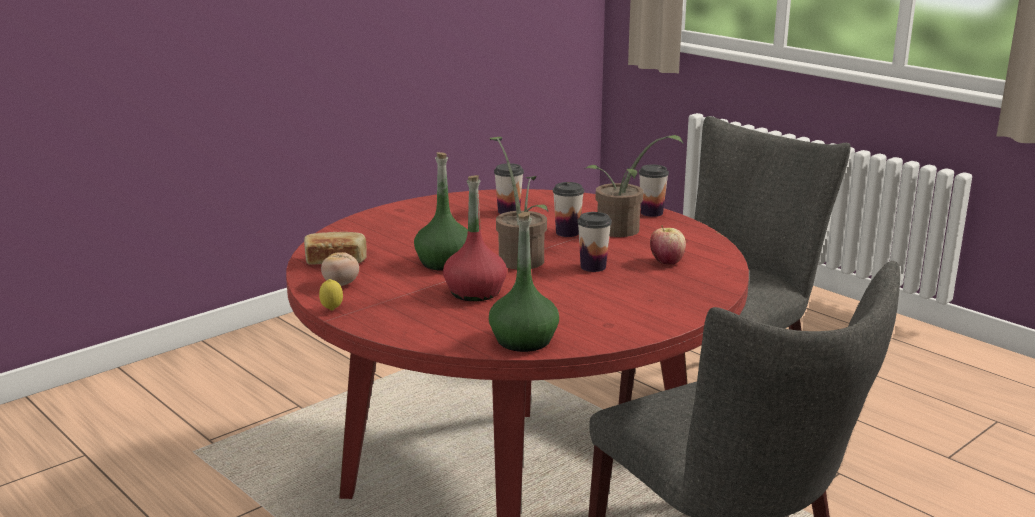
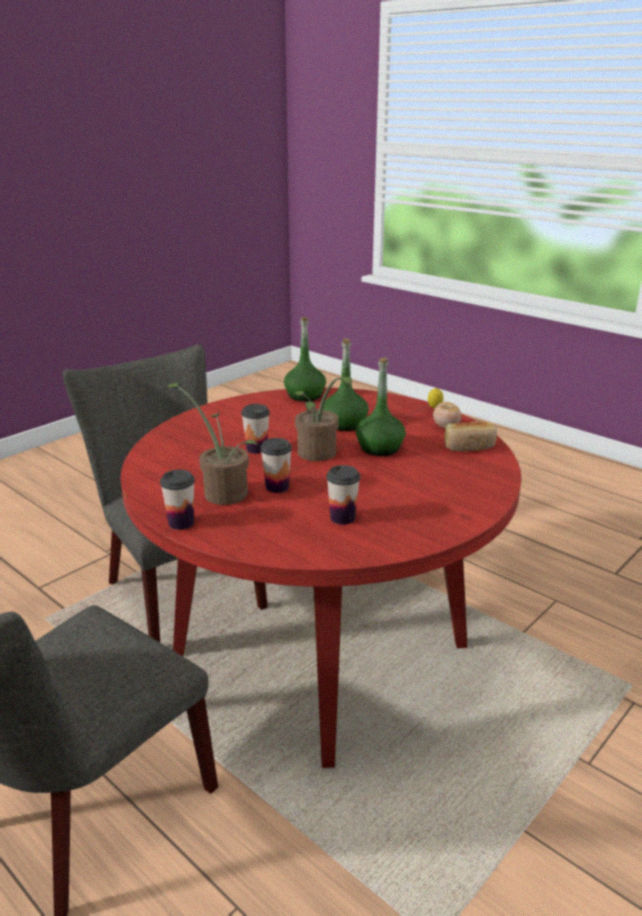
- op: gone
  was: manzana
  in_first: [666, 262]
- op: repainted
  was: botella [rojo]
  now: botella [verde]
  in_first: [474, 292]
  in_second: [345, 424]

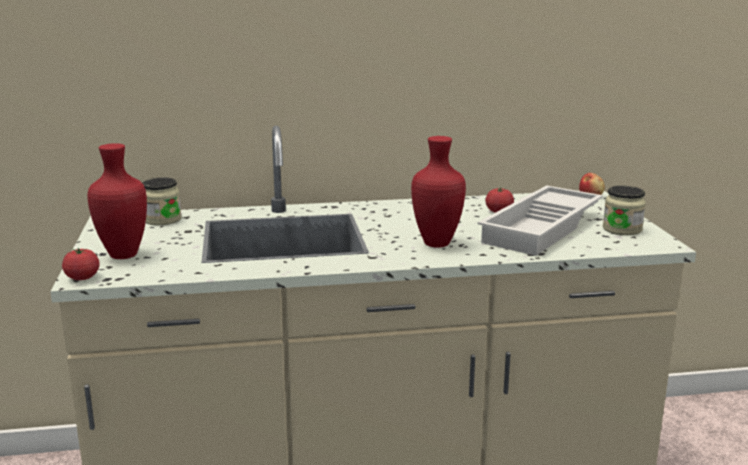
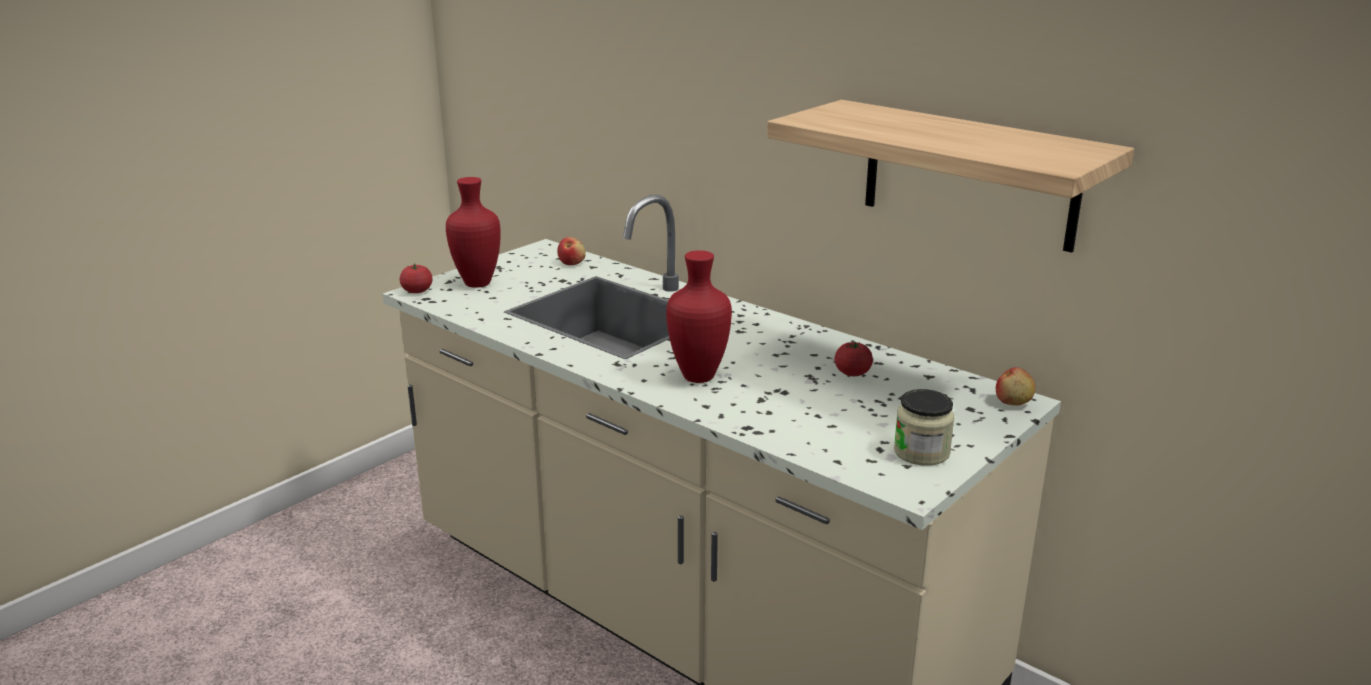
- op: gone
  was: bandeja [blanco]
  in_first: [543, 229]
- op: new
  now: estante
  in_second: [969, 175]
- op: swapped
  was: tarro
  now: manzana
  in_first: [162, 220]
  in_second: [572, 263]

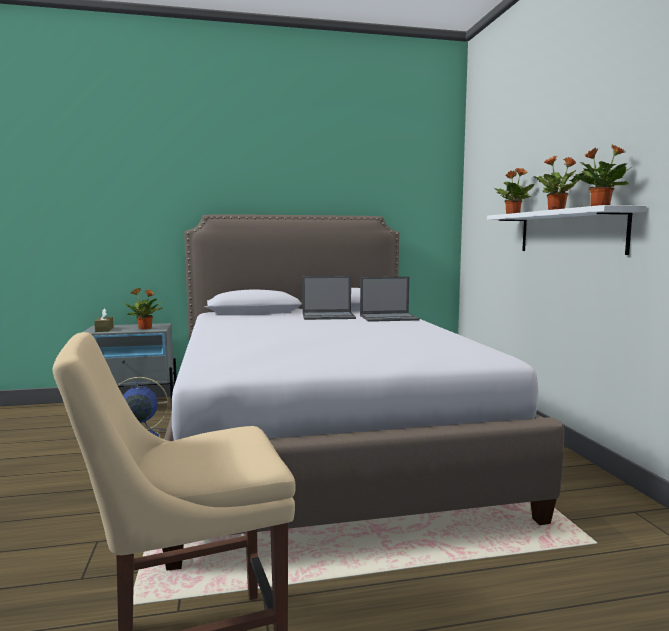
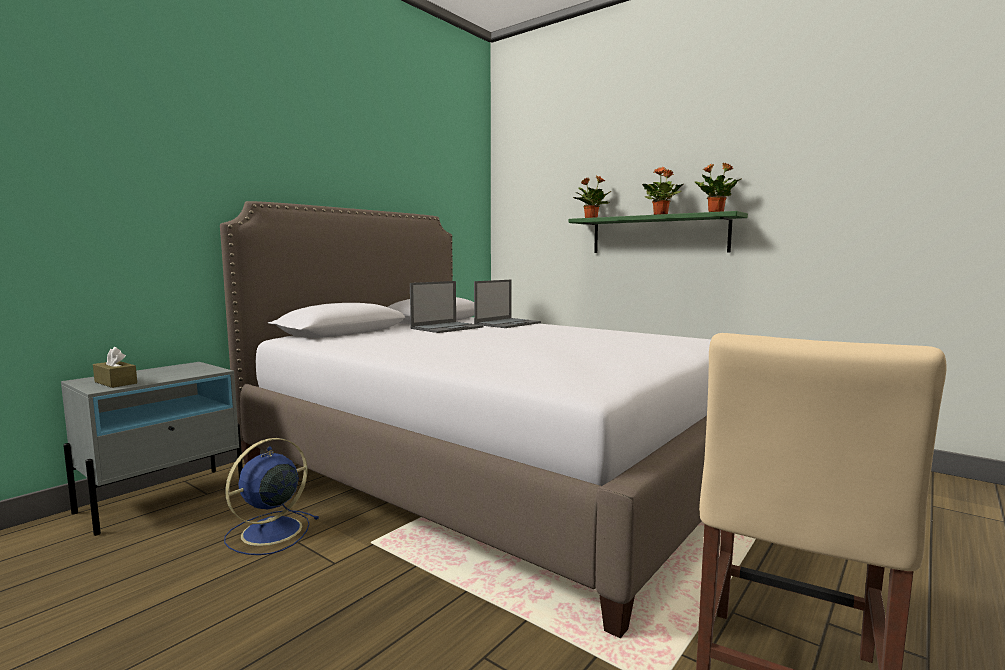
- op: gone
  was: planta en maceta
  in_first: [145, 328]
- op: repainted
  was: estante [blanco]
  now: estante [verde]
  in_first: [569, 232]
  in_second: [658, 235]

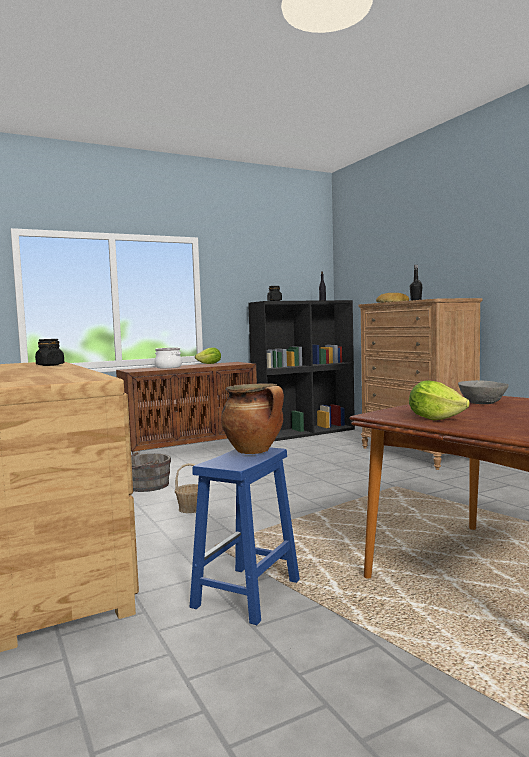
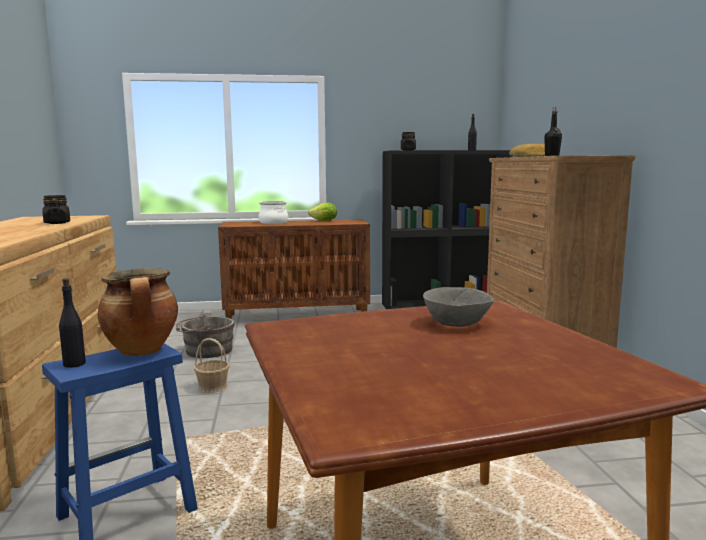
- op: gone
  was: lechuga
  in_first: [435, 418]
- op: new
  now: botella [negro]
  in_second: [74, 364]

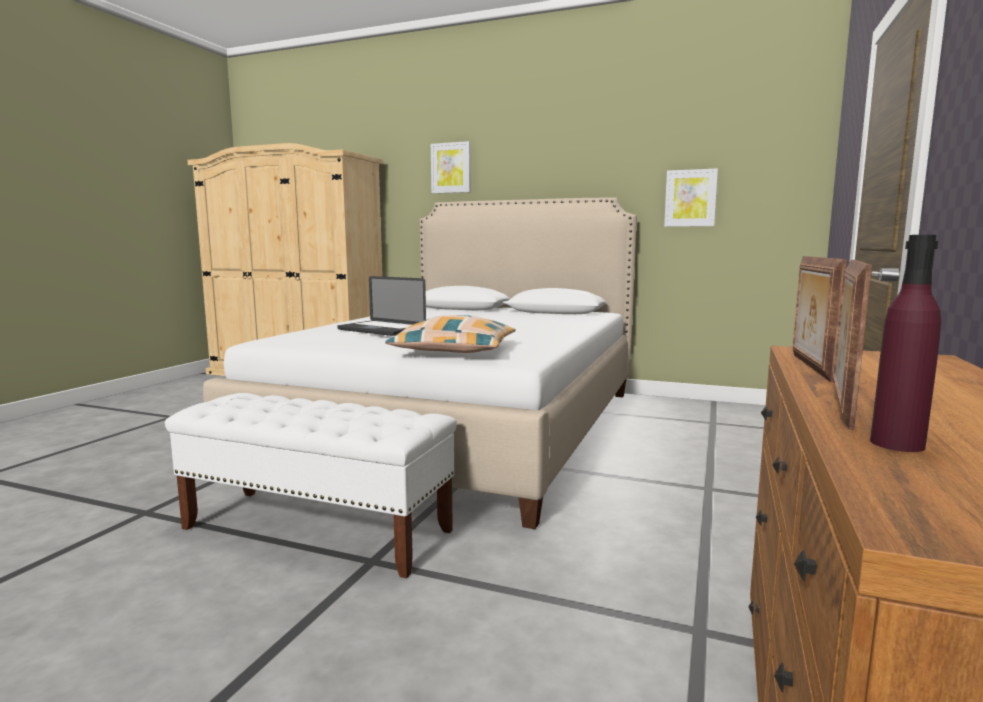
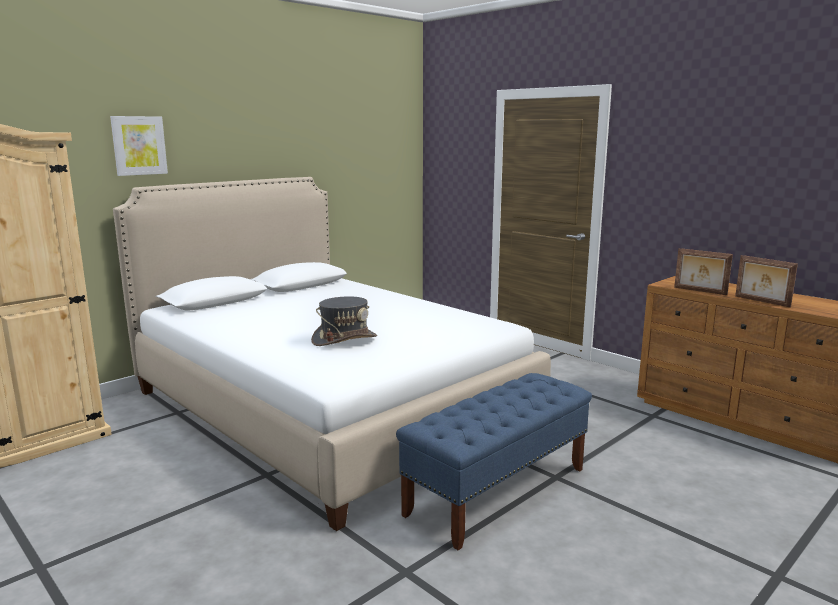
- op: gone
  was: cojín
  in_first: [455, 351]
- op: gone
  was: cuadro
  in_first: [690, 198]
- op: gone
  was: botella [morado]
  in_first: [897, 444]
- op: swapped
  was: portátil
  now: sombrero [gris]
  in_first: [381, 330]
  in_second: [344, 339]
- op: repainted
  was: banco [blanco]
  now: banco [azul]
  in_first: [317, 529]
  in_second: [497, 490]

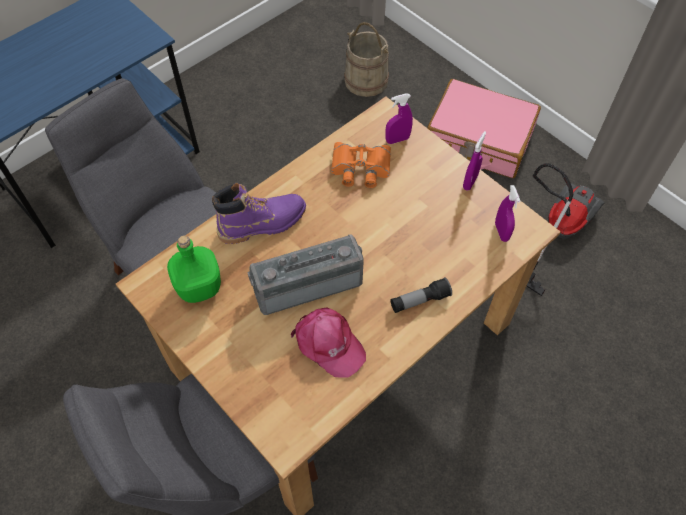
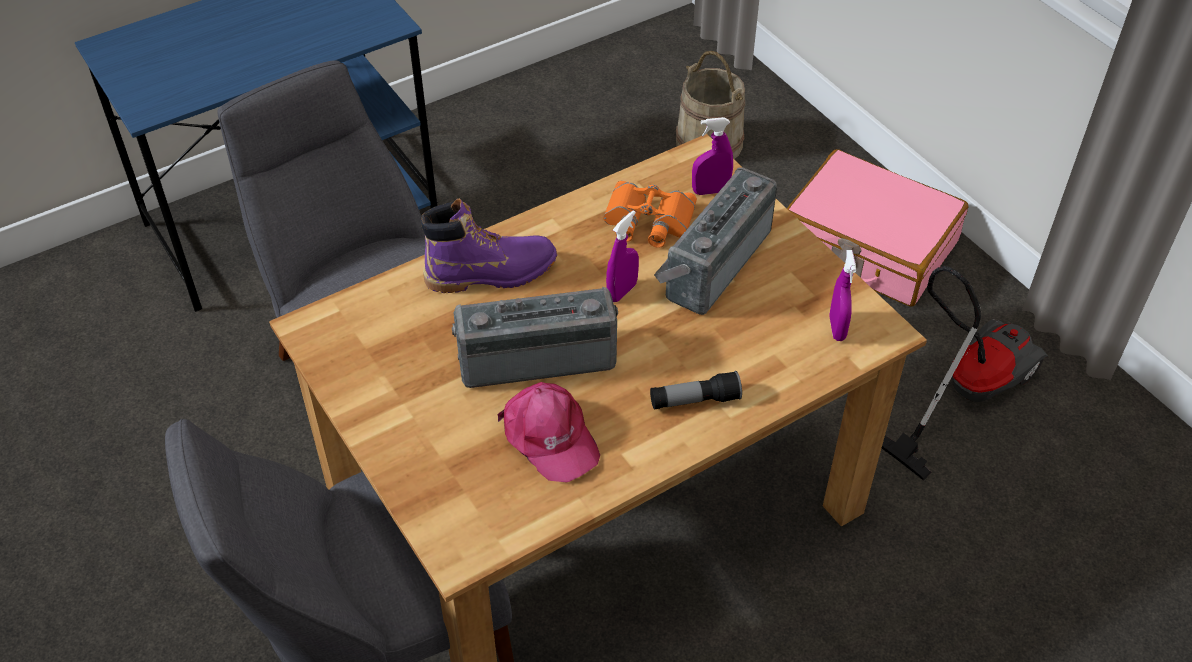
- op: gone
  was: botella [verde]
  in_first: [200, 287]
- op: new
  now: radio
  in_second: [712, 262]
- op: shifted
  was: pulverizador [morado]
  in_first: [470, 182]
  in_second: [622, 291]

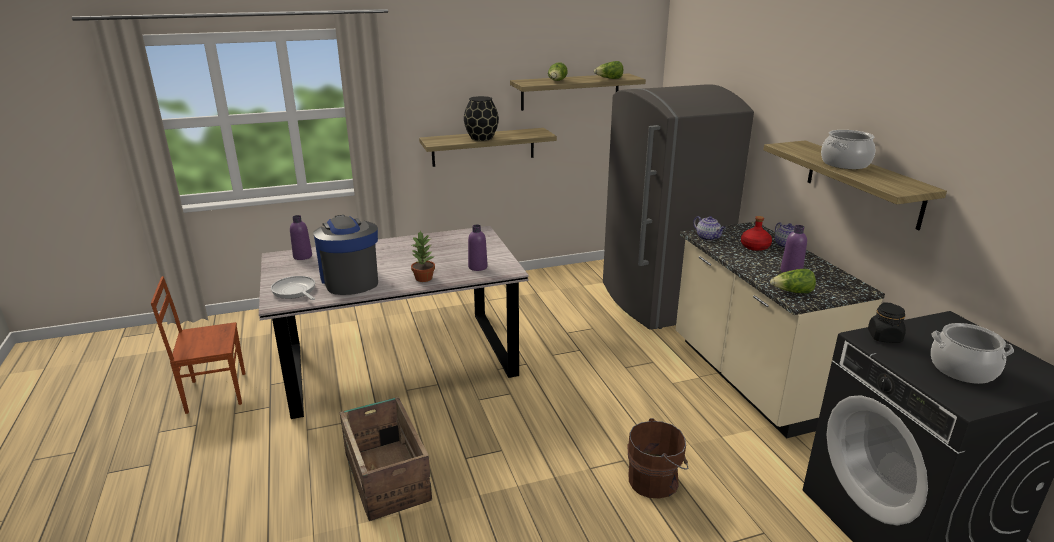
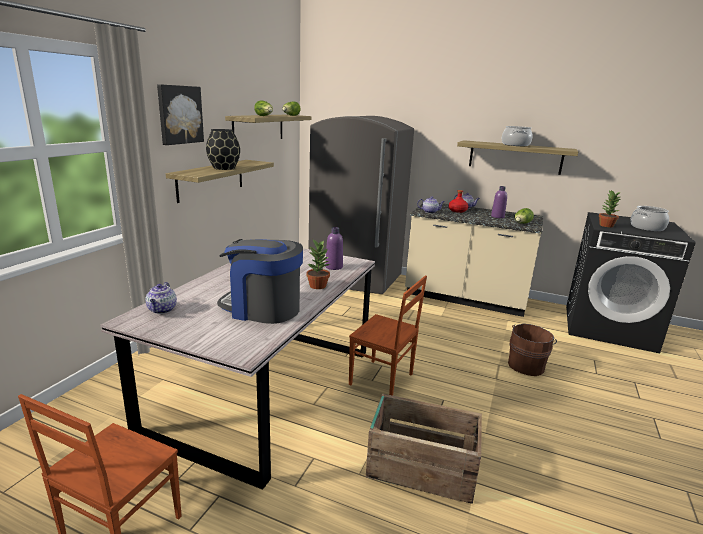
- op: gone
  was: sartén
  in_first: [295, 291]
- op: new
  now: cuadro
  in_second: [179, 114]
- op: new
  now: silla [marrón]
  in_second: [382, 380]
- op: swapped
  was: botella [morado]
  now: tetera
  in_first: [302, 256]
  in_second: [162, 310]
- op: swapped
  was: tarro [negro]
  now: planta en maceta
  in_first: [884, 337]
  in_second: [605, 225]

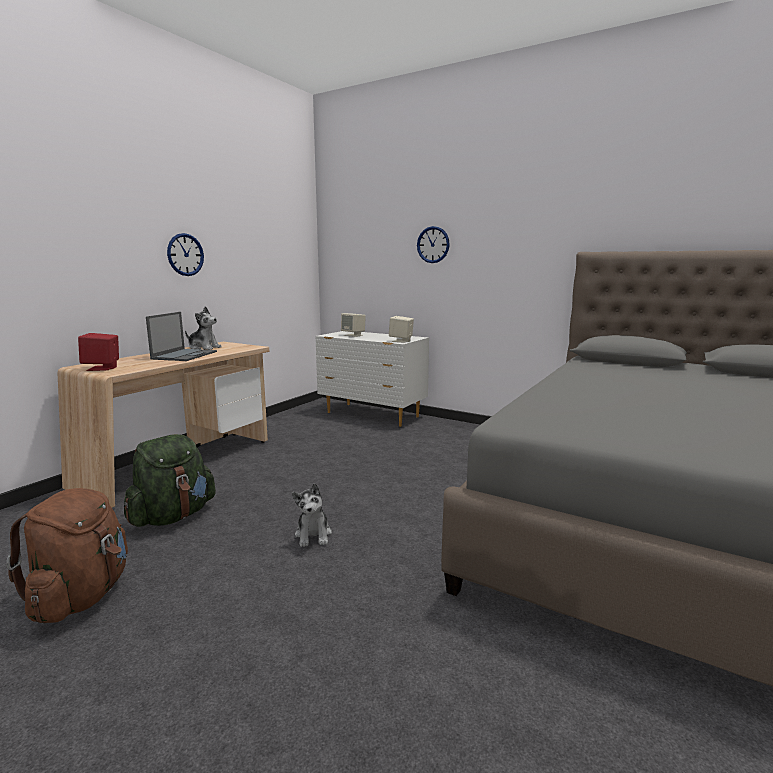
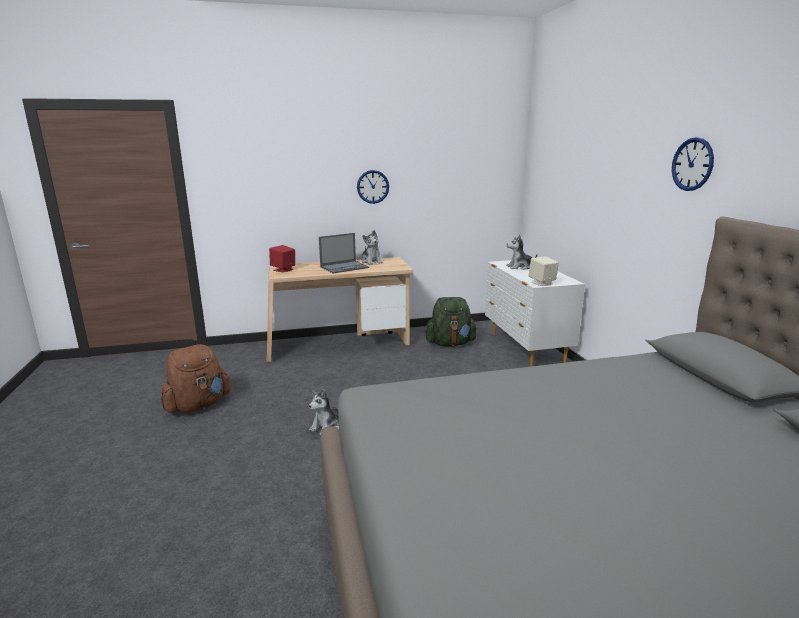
- op: shifted
  was: mochila [verde]
  in_first: [173, 516]
  in_second: [450, 344]
- op: shifted
  was: reloj de pared
  in_first: [433, 244]
  in_second: [692, 164]
- op: swapped
  was: altavoz [beis]
  now: peluche
  in_first: [353, 335]
  in_second: [519, 267]

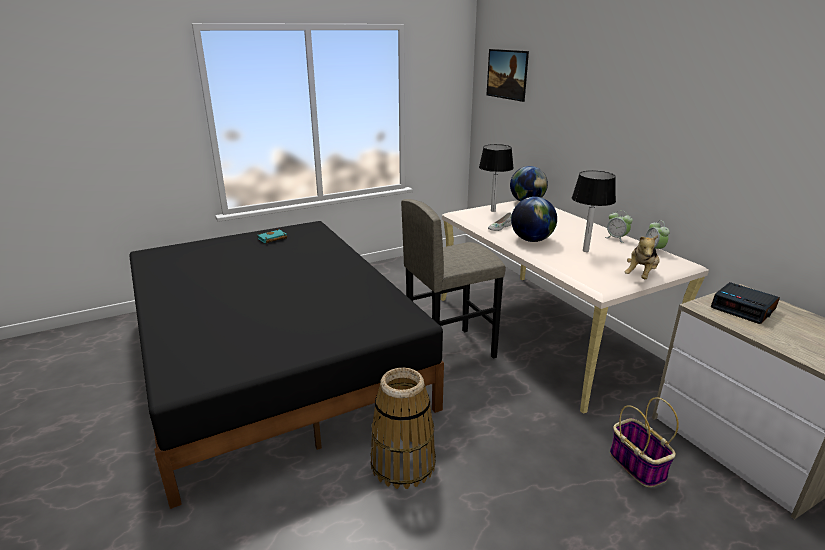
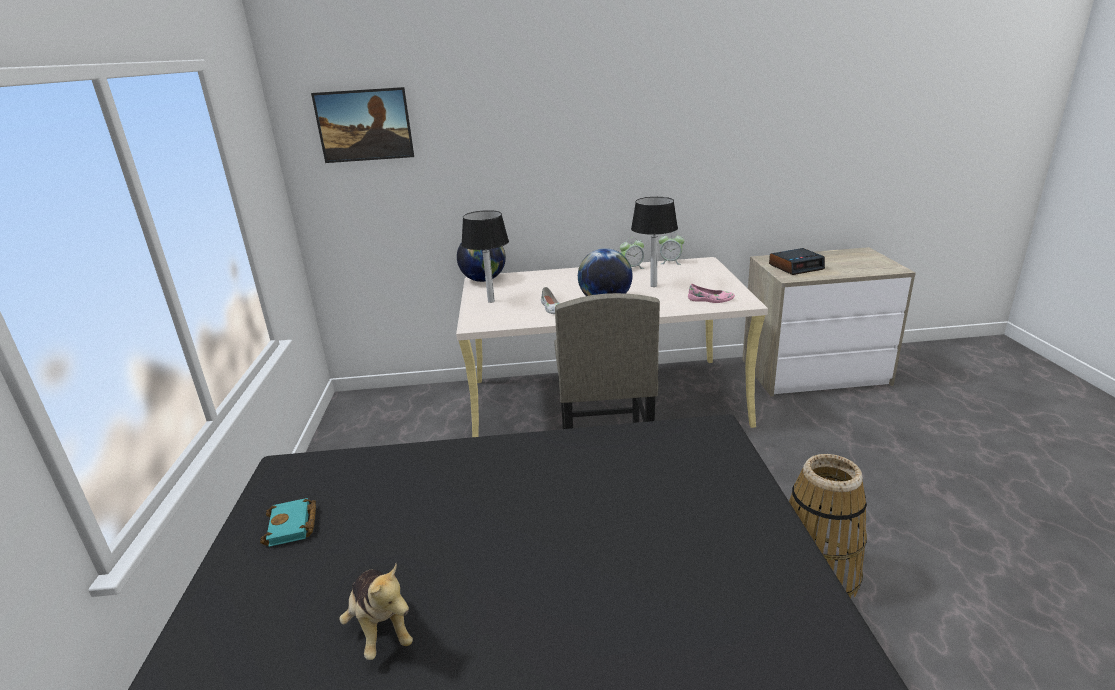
- op: gone
  was: cesta
  in_first: [636, 464]
- op: new
  now: zapato [rosa]
  in_second: [710, 300]
- op: shifted
  was: peluche
  in_first: [641, 275]
  in_second: [380, 628]

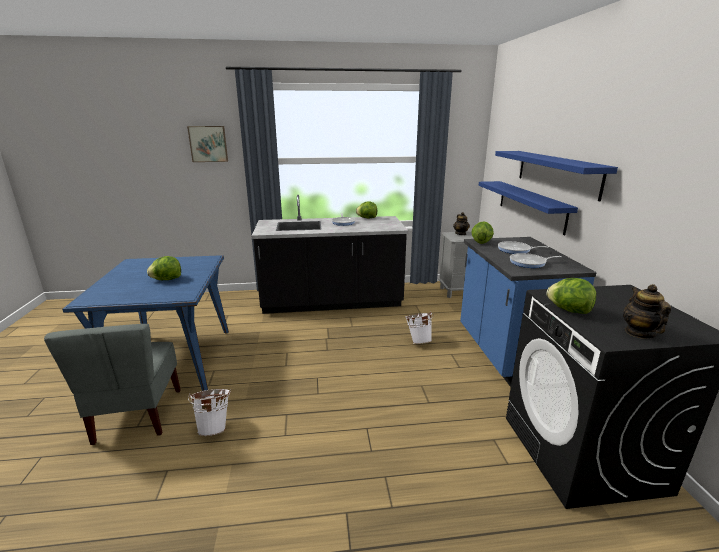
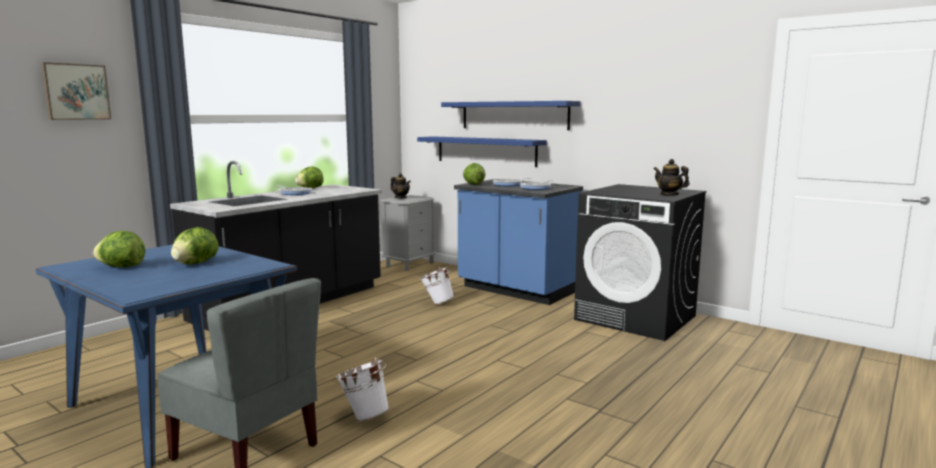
- op: shifted
  was: lechuga
  in_first: [568, 310]
  in_second: [121, 267]

